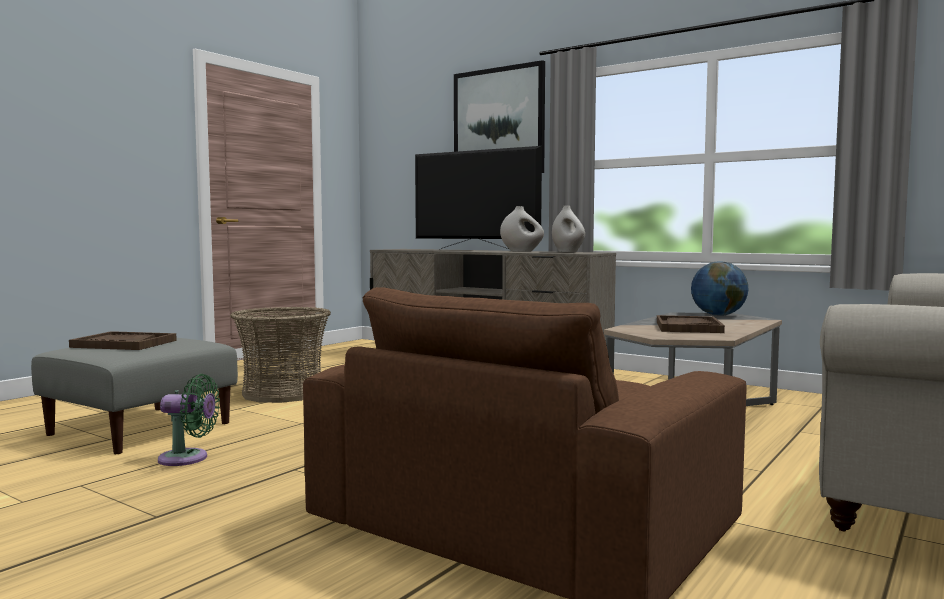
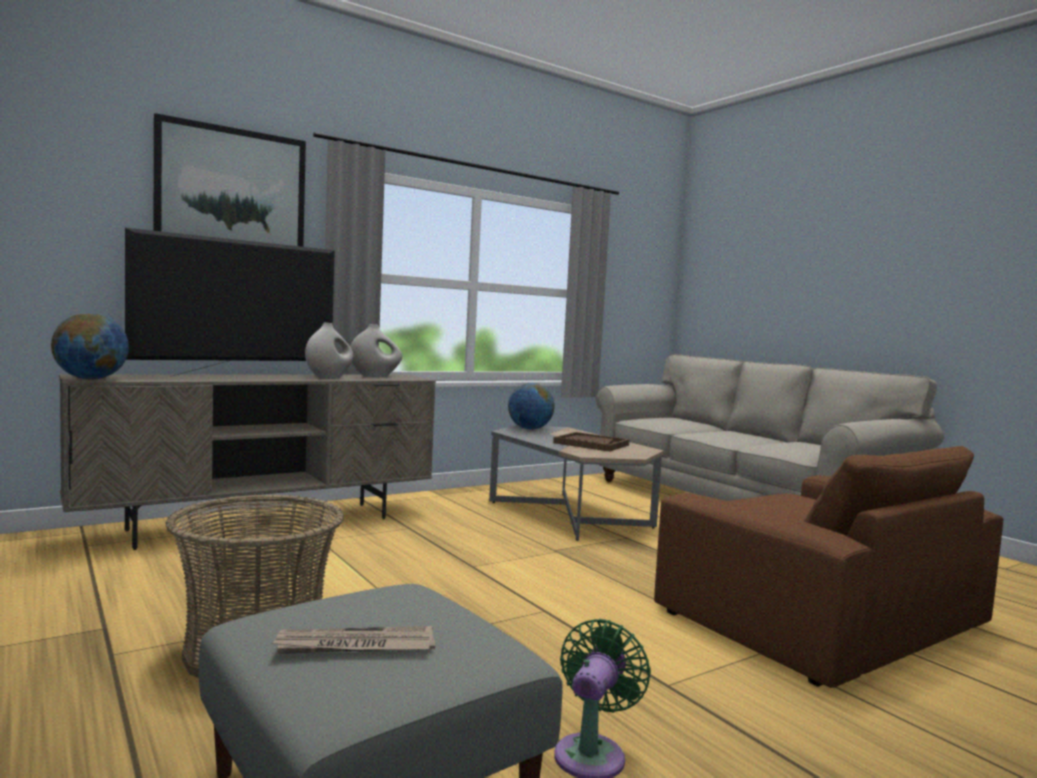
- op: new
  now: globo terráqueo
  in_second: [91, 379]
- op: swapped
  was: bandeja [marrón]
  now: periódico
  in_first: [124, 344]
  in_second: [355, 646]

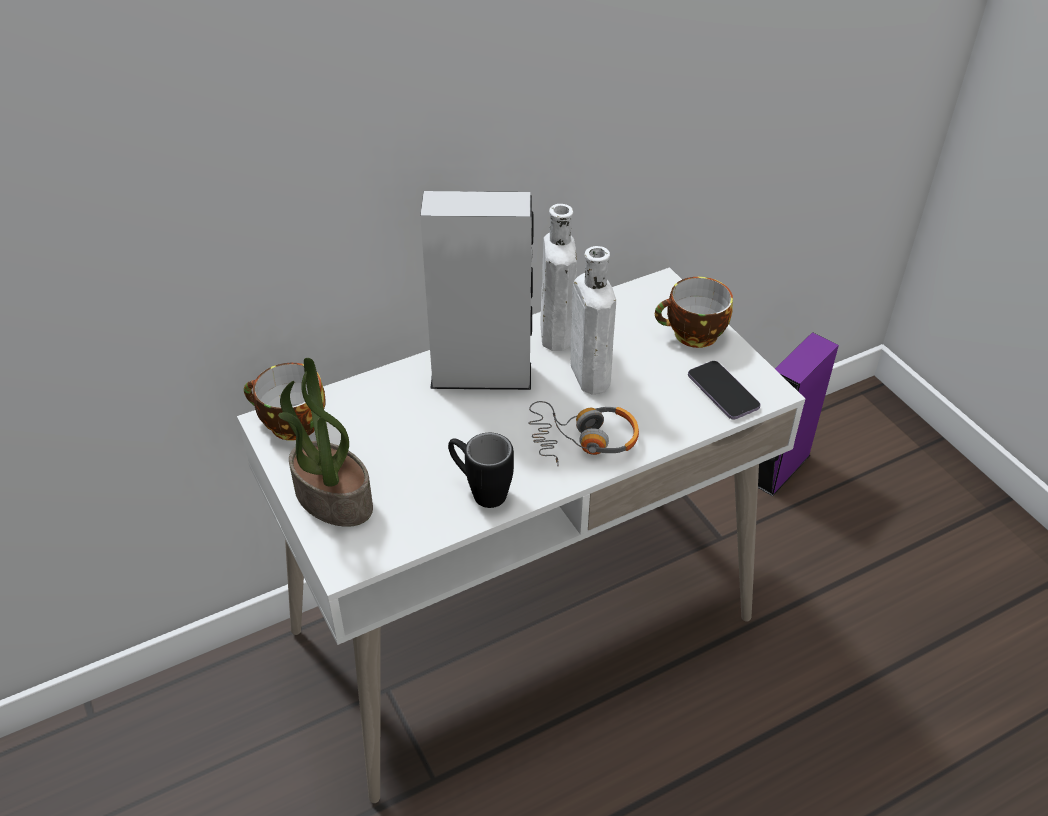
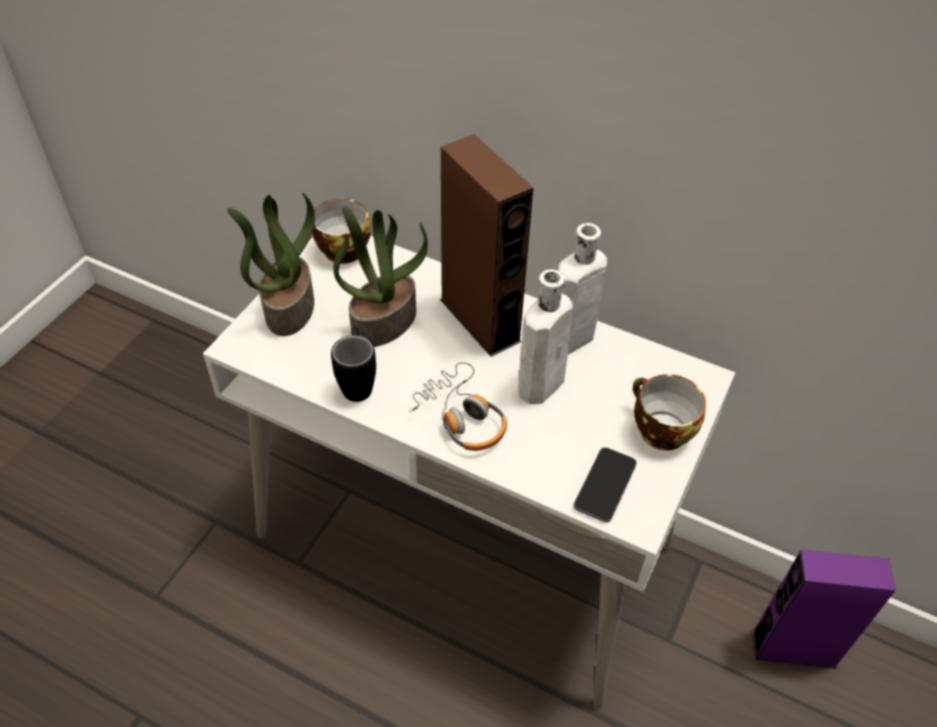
- op: new
  now: planta en maceta
  in_second: [384, 321]
- op: repainted
  was: altavoz [gris]
  now: altavoz [marrón]
  in_first: [481, 375]
  in_second: [480, 320]

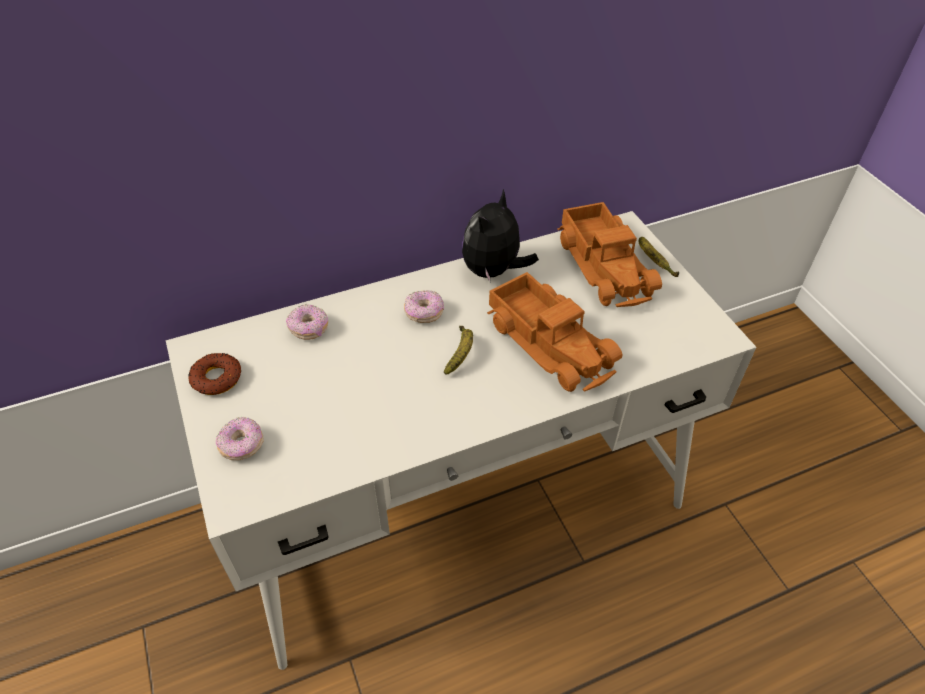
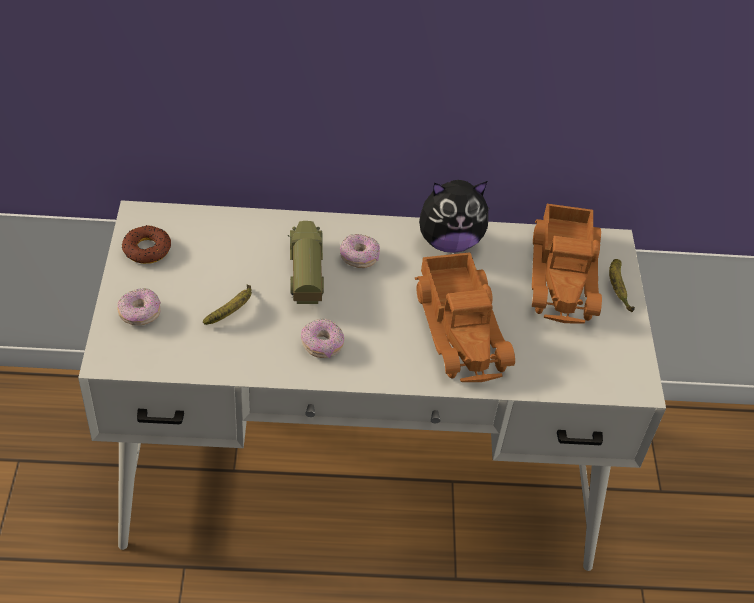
- op: new
  now: camión de juguete
  in_second: [305, 275]
- op: shifted
  was: rosquilla
  in_first: [309, 329]
  in_second: [322, 345]
- op: shifted
  was: plátano
  in_first: [460, 353]
  in_second: [232, 311]
- op: rotated
  was: peluche
  in_first: [493, 271]
  in_second: [449, 241]
  clockwise: -150

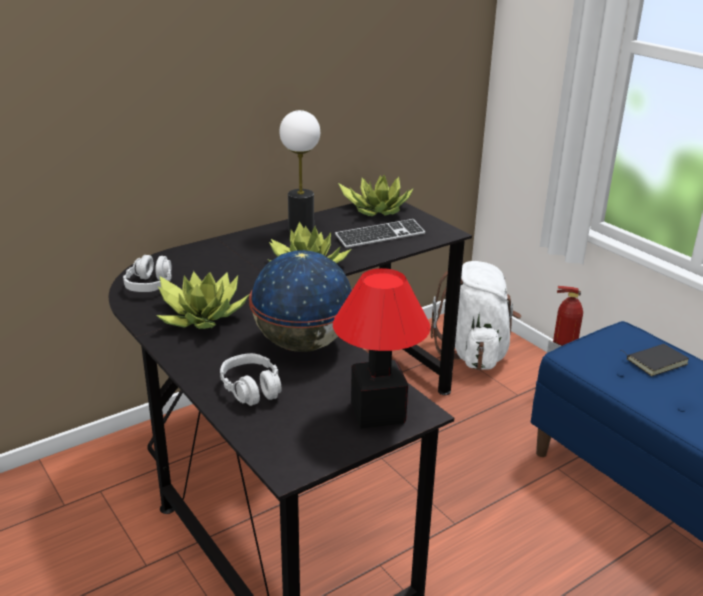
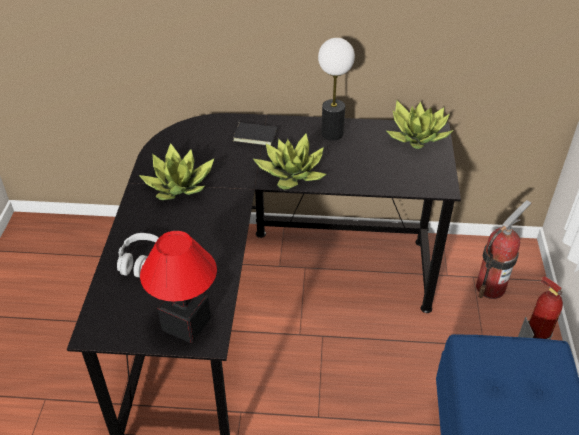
- op: gone
  was: auriculares [gris]
  in_first: [150, 284]
- op: gone
  was: globo terráqueo
  in_first: [302, 344]
- op: gone
  was: teclado
  in_first: [380, 236]
- op: shifted
  was: libro [negro]
  in_first: [655, 361]
  in_second: [256, 135]
- op: swapped
  was: mochila [blanco]
  now: extintor
  in_first: [474, 353]
  in_second: [490, 287]

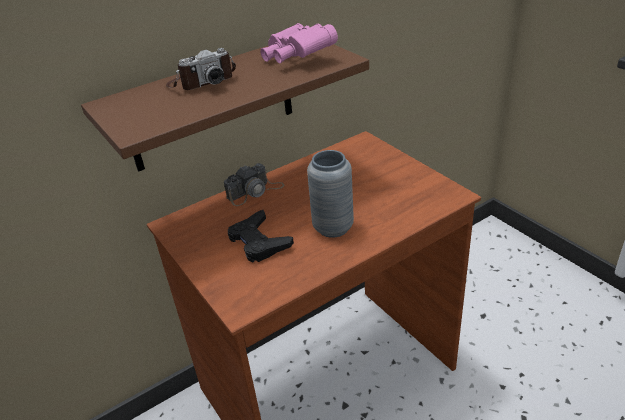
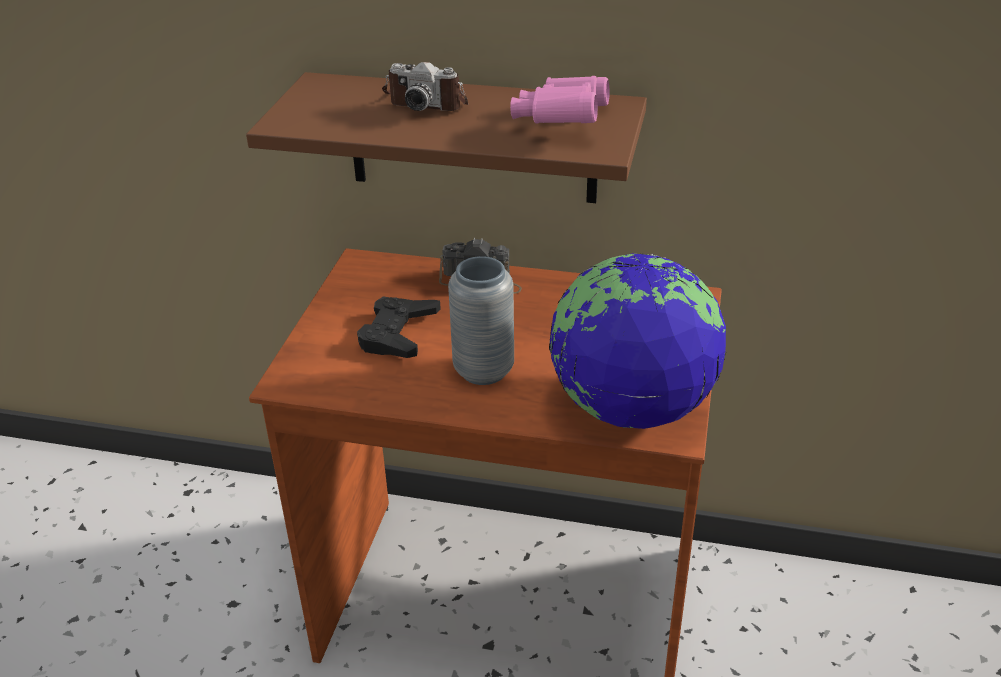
- op: new
  now: globo terráqueo
  in_second: [631, 408]

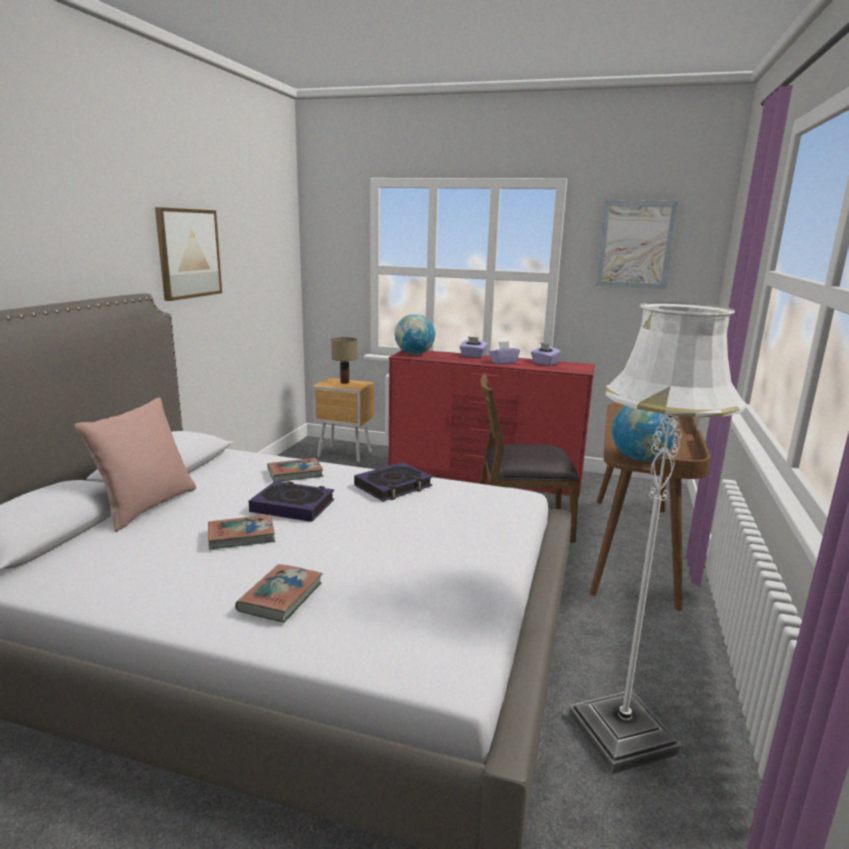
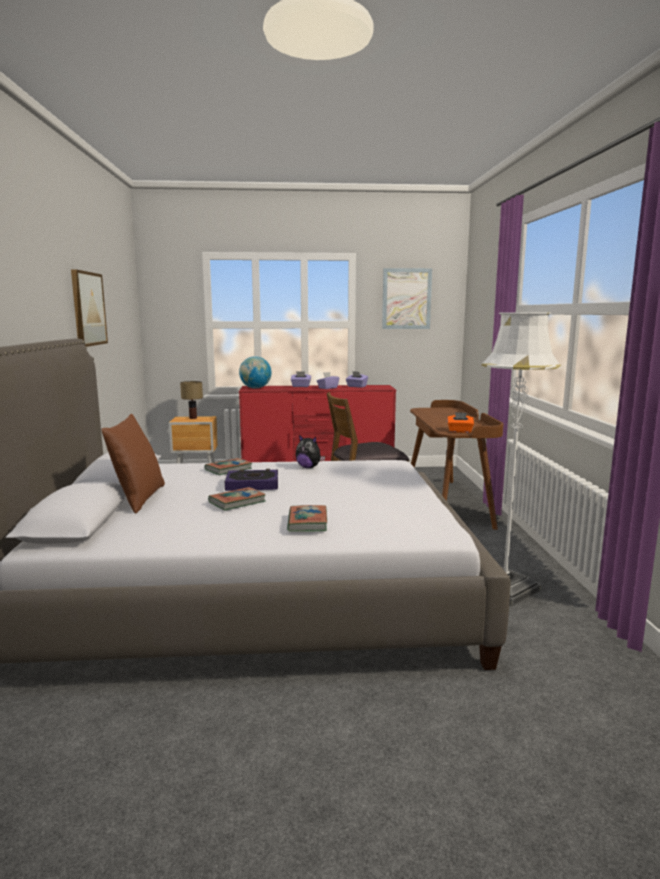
- op: swapped
  was: libro
  now: peluche
  in_first: [393, 486]
  in_second: [309, 467]
- op: swapped
  was: globo terráqueo
  now: caja de pañuelos [naranja]
  in_first: [639, 459]
  in_second: [459, 431]
- op: repainted
  was: cojín [rosa]
  now: cojín [marrón]
  in_first: [146, 506]
  in_second: [138, 499]

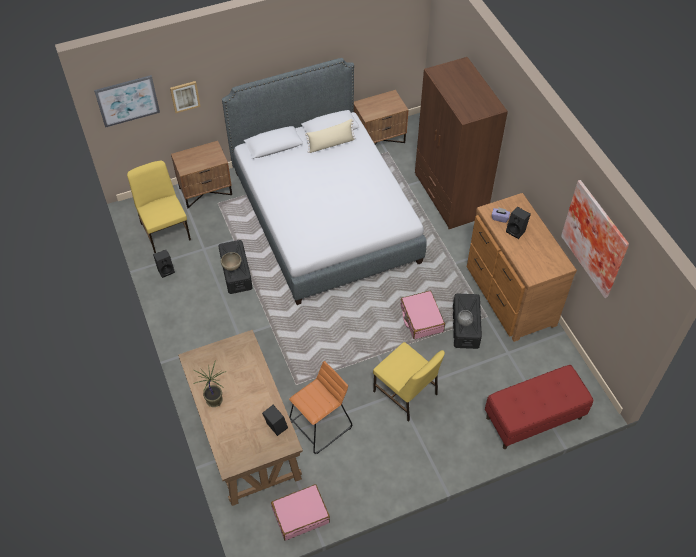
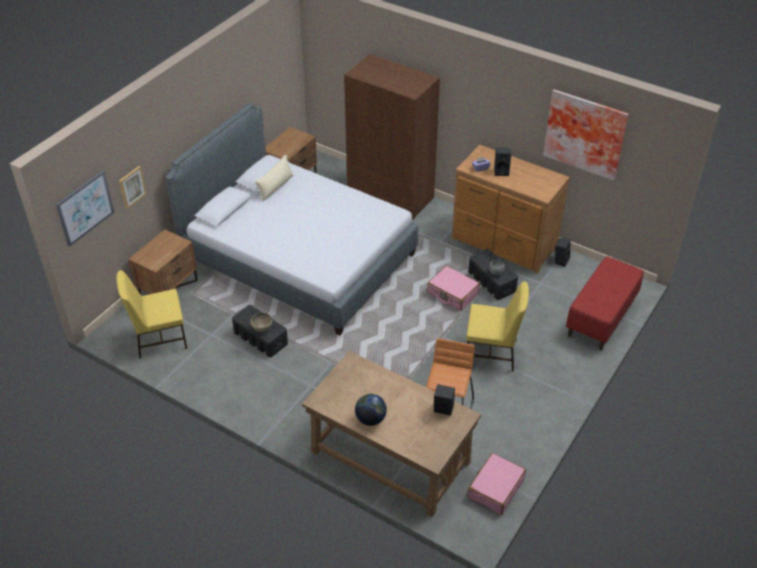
- op: shifted
  was: altavoz [negro]
  in_first: [166, 270]
  in_second: [560, 260]
- op: swapped
  was: planta en maceta
  now: globo terráqueo
  in_first: [215, 400]
  in_second: [370, 419]
- op: rotated
  was: silla [amarillo]
  in_first: [165, 231]
  in_second: [159, 338]
  clockwise: -45

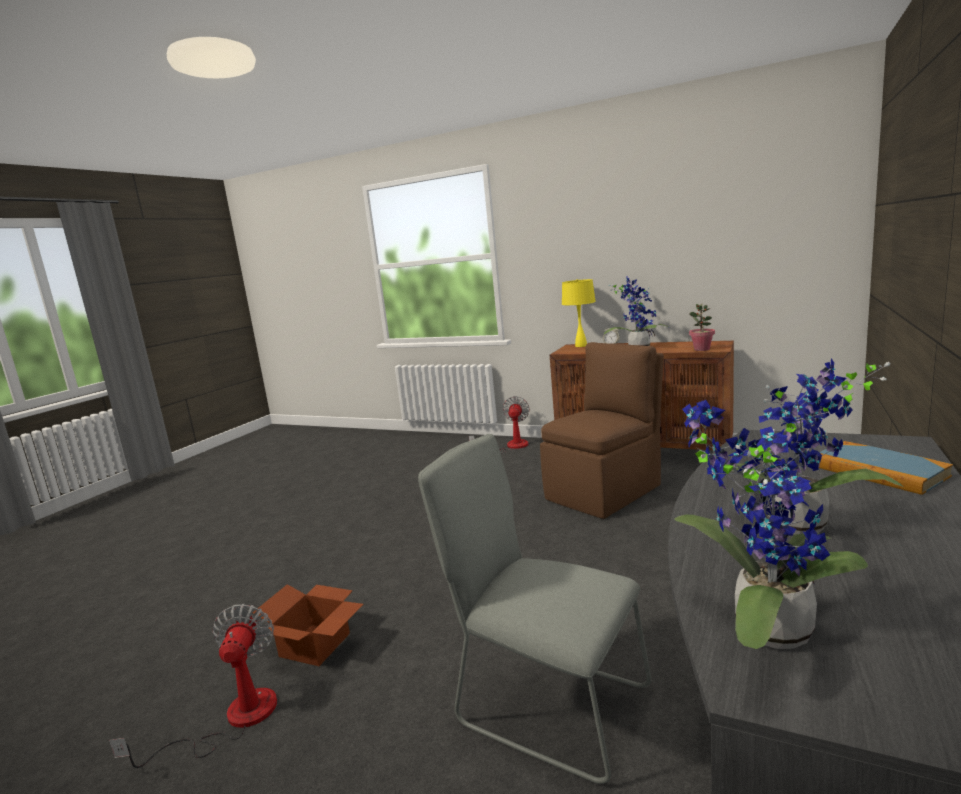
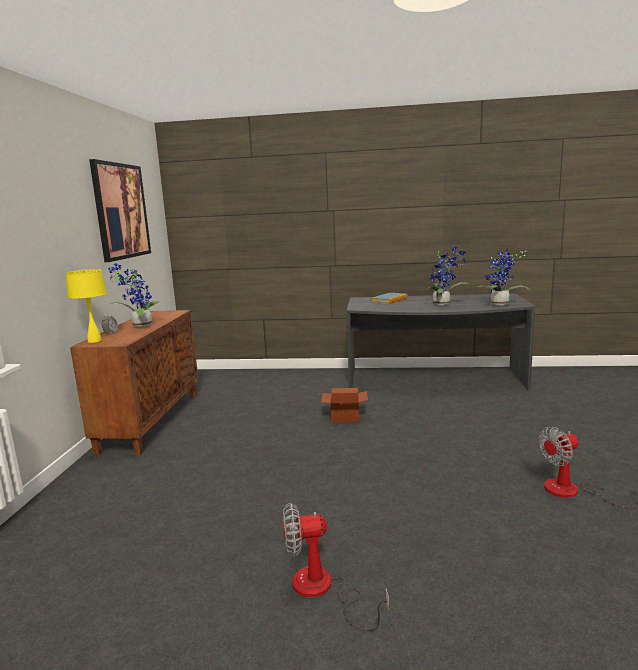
- op: gone
  was: silla [gris]
  in_first: [545, 703]
- op: gone
  was: silla [marrón]
  in_first: [605, 491]
- op: gone
  was: planta en maceta
  in_first: [701, 349]
- op: new
  now: cuadro
  in_second: [121, 211]
- op: shifted
  was: caja de cartón
  in_first: [315, 646]
  in_second: [346, 416]
- op: shifted
  was: ventilador
  in_first: [510, 447]
  in_second: [323, 590]

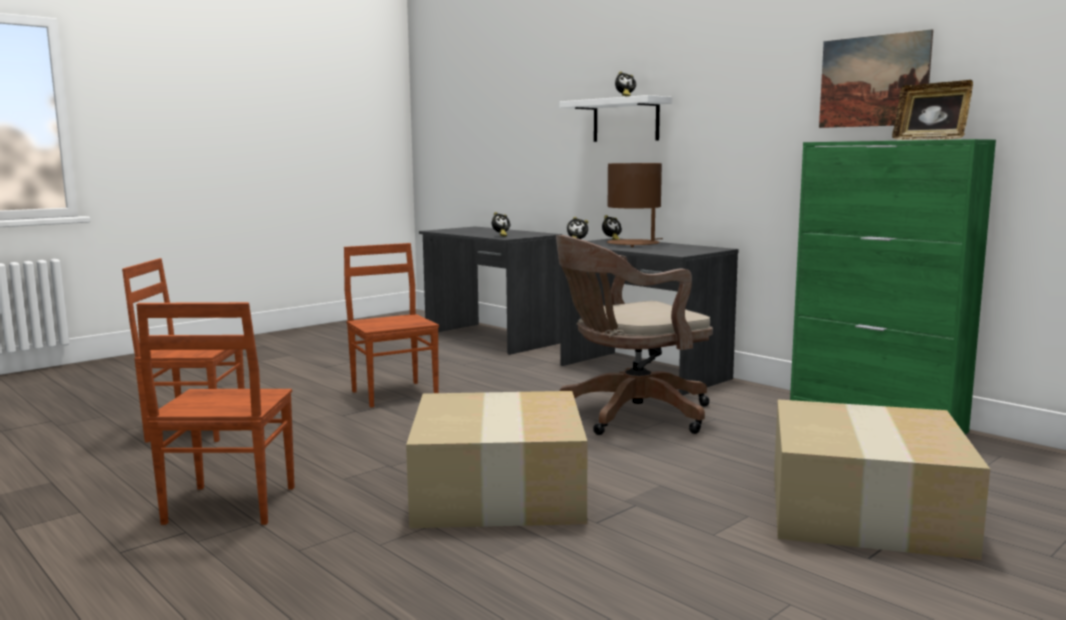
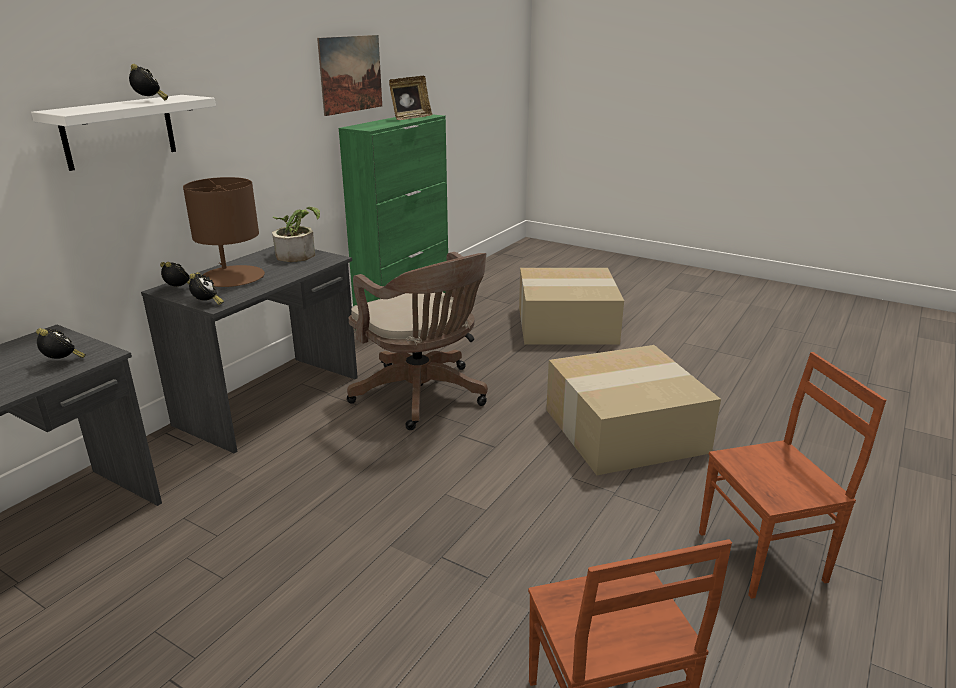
- op: gone
  was: silla [marrón]
  in_first: [395, 393]
- op: new
  now: planta en maceta
  in_second: [298, 253]

